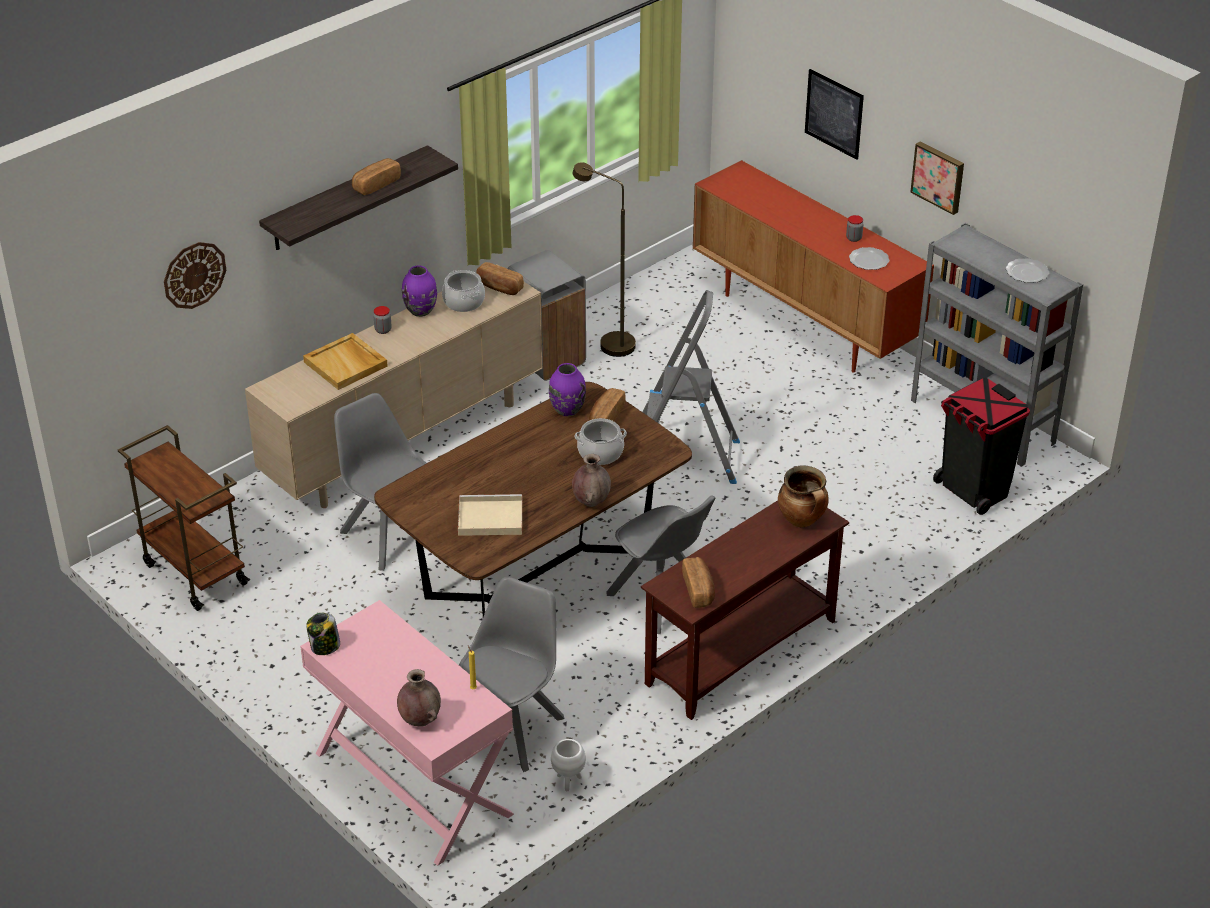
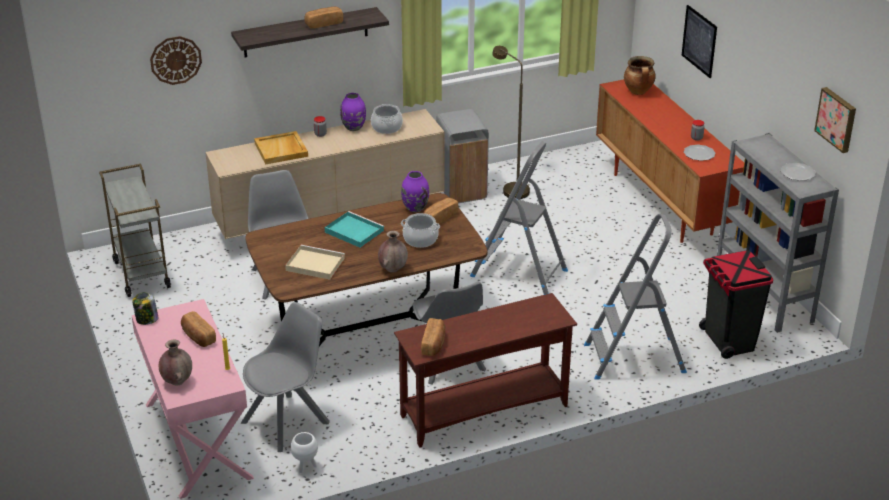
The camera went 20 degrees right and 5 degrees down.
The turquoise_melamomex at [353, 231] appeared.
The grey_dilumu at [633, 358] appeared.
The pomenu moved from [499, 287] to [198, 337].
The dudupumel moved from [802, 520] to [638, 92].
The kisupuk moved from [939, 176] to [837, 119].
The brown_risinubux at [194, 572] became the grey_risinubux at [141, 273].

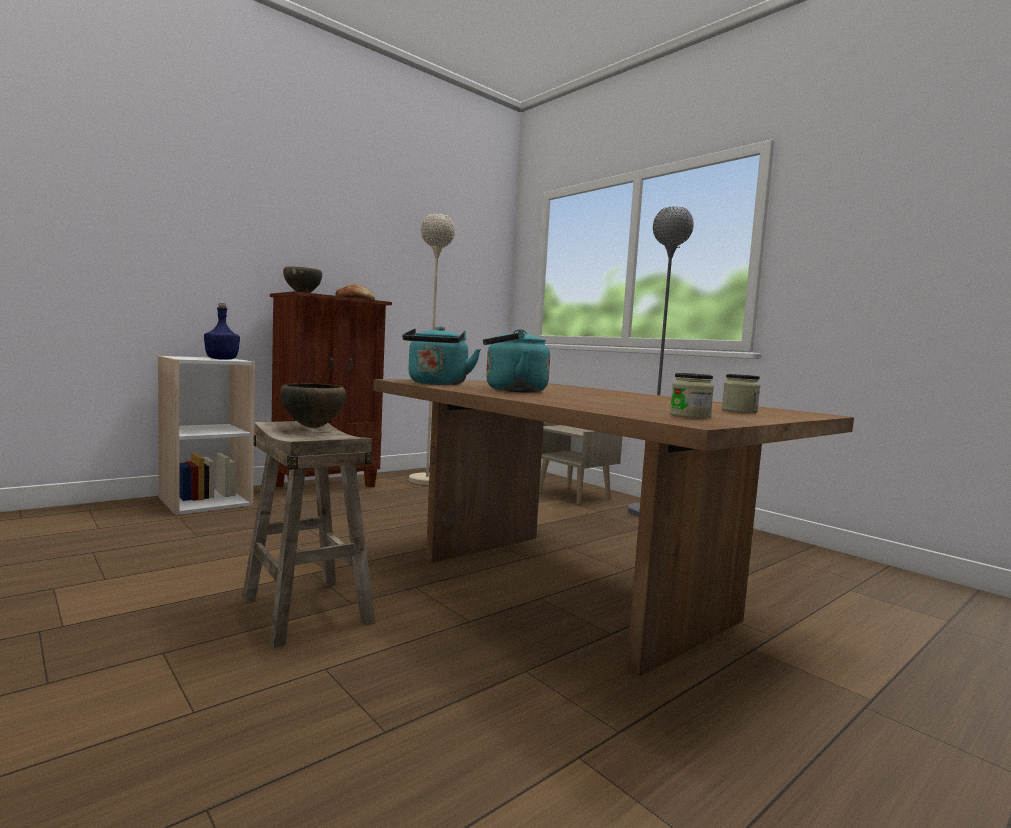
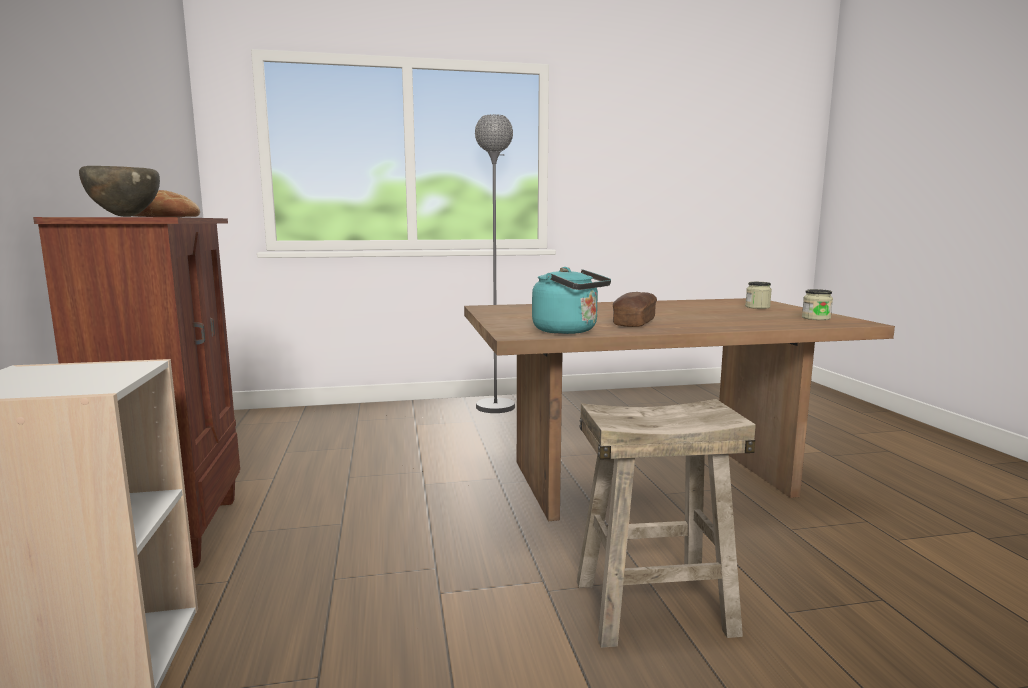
The camera went 60 degrees left and 5 degrees up.
The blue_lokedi at [222, 359] disappeared.
The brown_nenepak at [313, 427] disappeared.
The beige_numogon at [427, 480] disappeared.
The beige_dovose at [574, 495] disappeared.
The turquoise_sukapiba at [511, 391] was replaced by the pomenu at [634, 322].

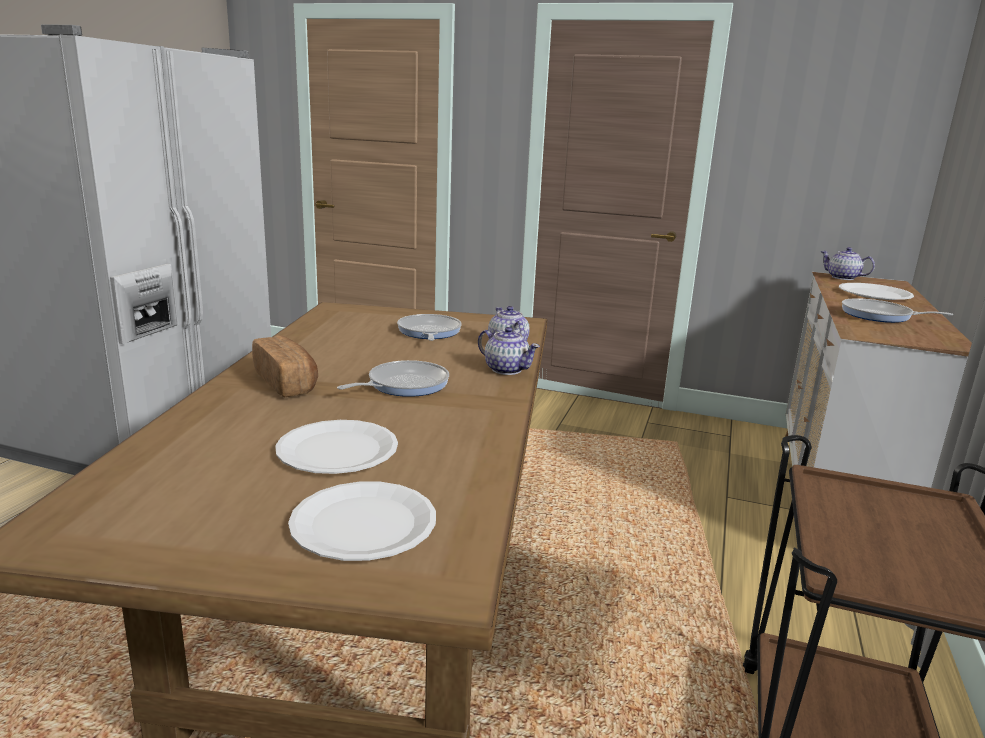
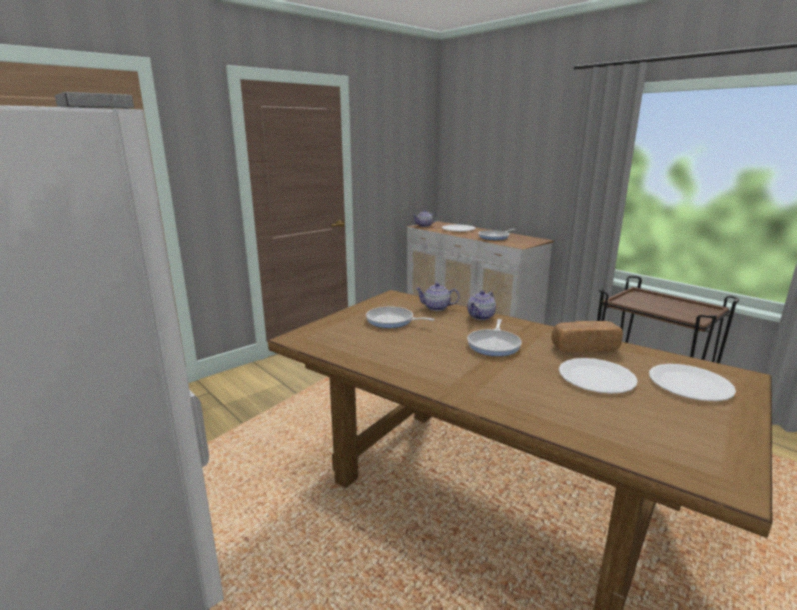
The camera went 60 degrees left and 0 degrees up.
The pomenu moved from [287, 382] to [584, 347].
The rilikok at [404, 385] turned 150 degrees counterclockwise.
The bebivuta at [506, 369] turned 150 degrees clockwise.

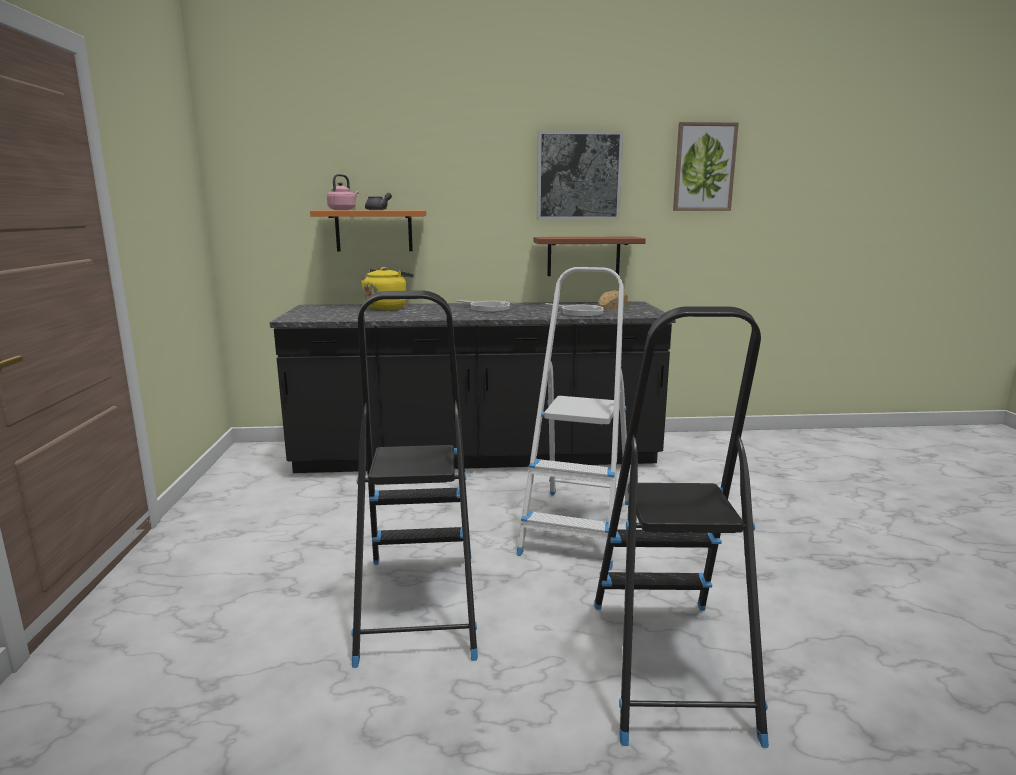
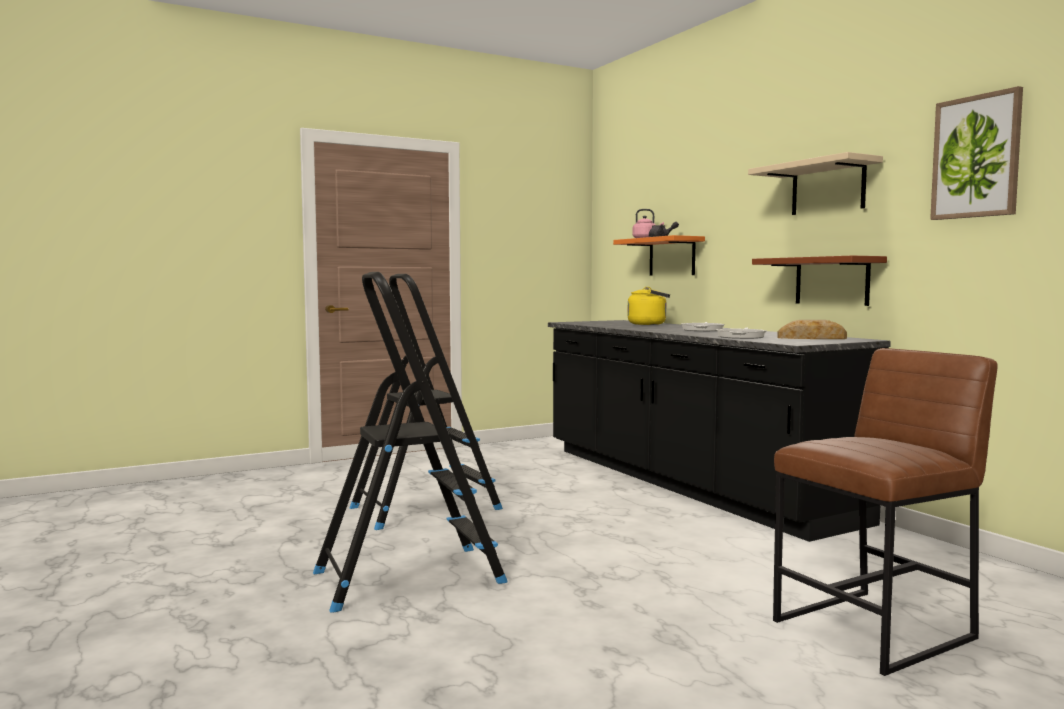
The camera went 65 degrees right and 10 degrees down.
The white_dilumu at [577, 527] disappeared.
The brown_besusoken at [875, 629] appeared.
The kisupuk at [578, 176] was replaced by the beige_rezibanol at [828, 188].

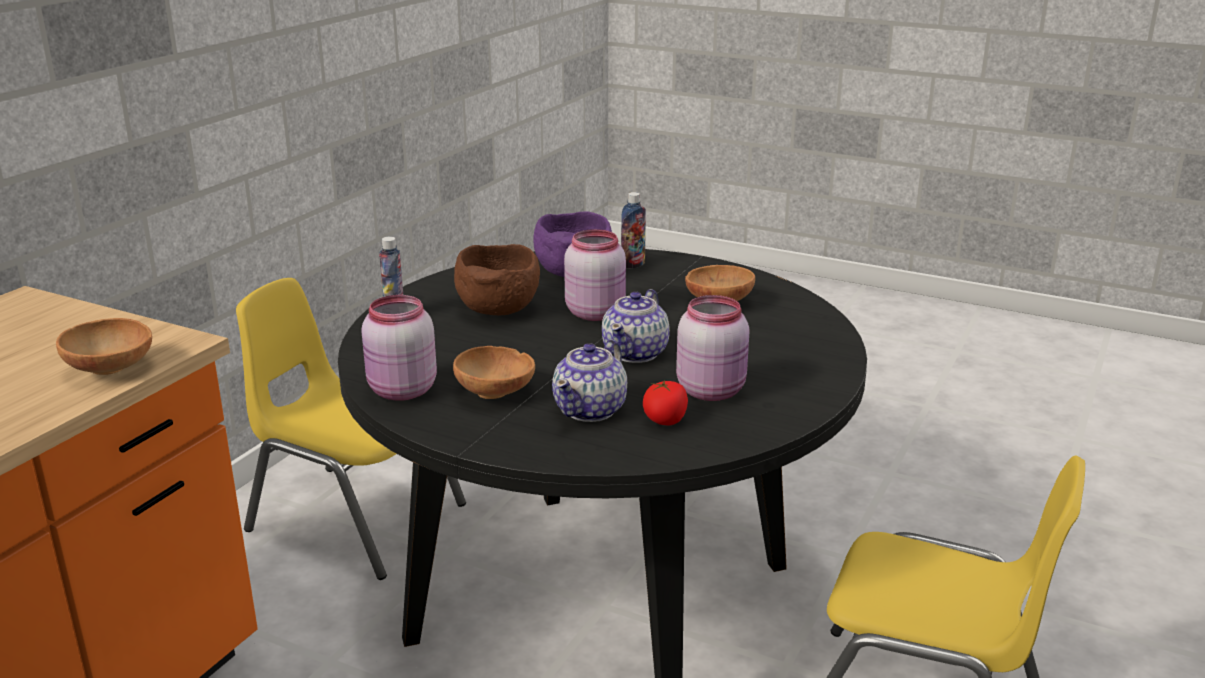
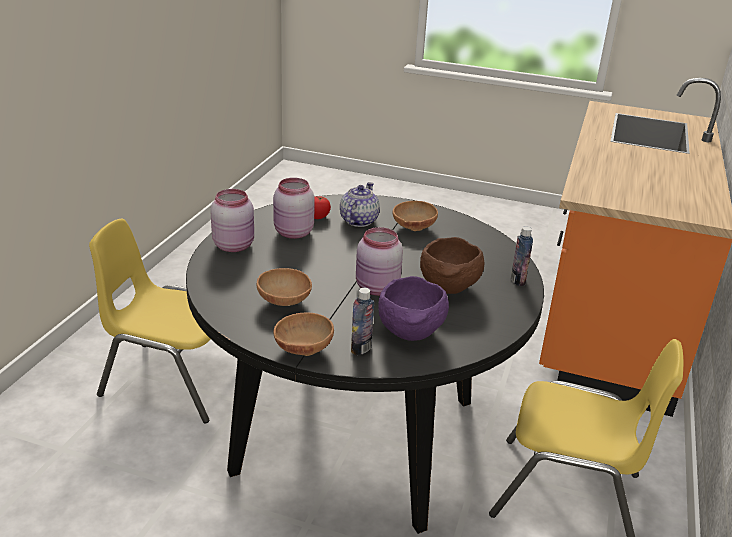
The camera went 170 degrees right and 5 degrees up.
The bebivuta at [636, 353] disappeared.
The brown_nenepak moved from [111, 371] to [302, 349].
The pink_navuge moved from [401, 391] to [234, 245].

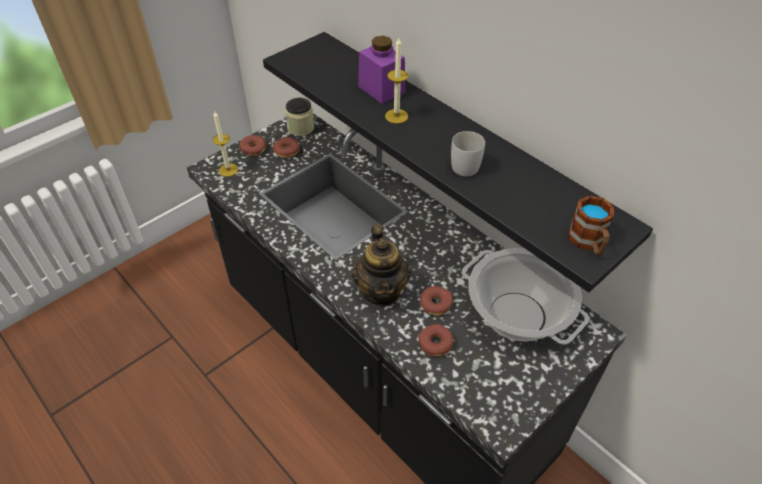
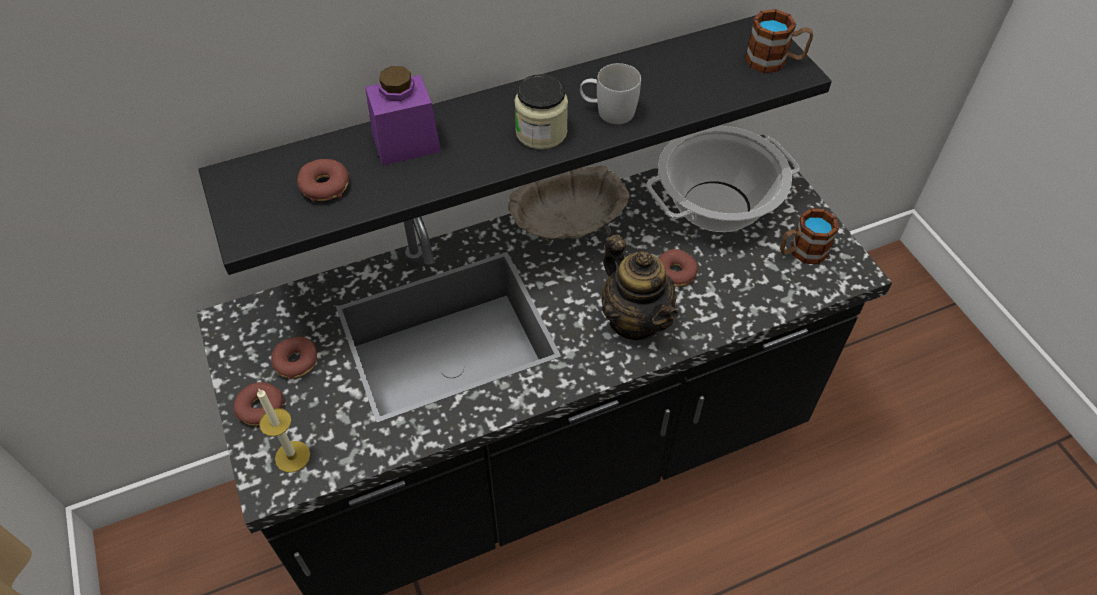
The camera went 70 degrees left and 5 degrees up.
The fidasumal at [396, 116] disappeared.
The beige_nenepak at [567, 229] appeared.
The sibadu at [801, 252] appeared.
The navuge moved from [300, 128] to [541, 132].
The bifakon moved from [435, 343] to [325, 186].
The bebivuta at [382, 291] turned 45 degrees clockwise.

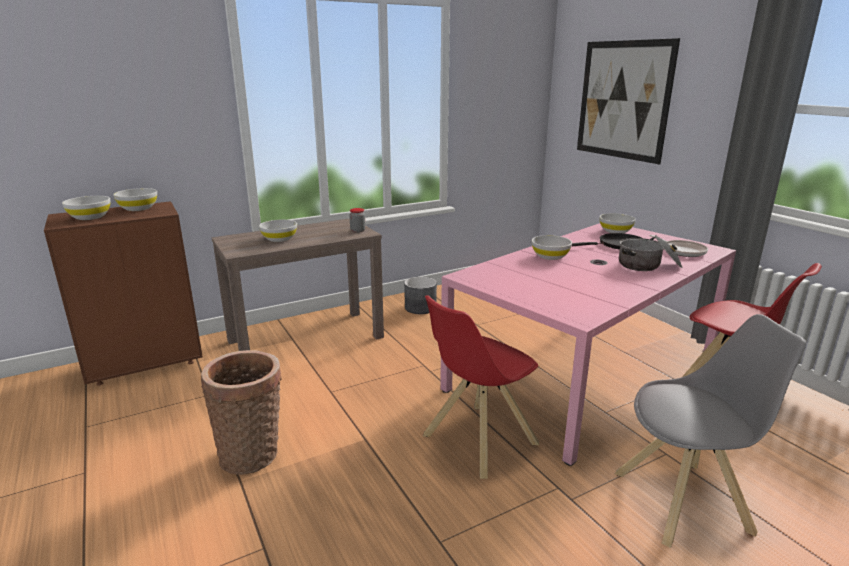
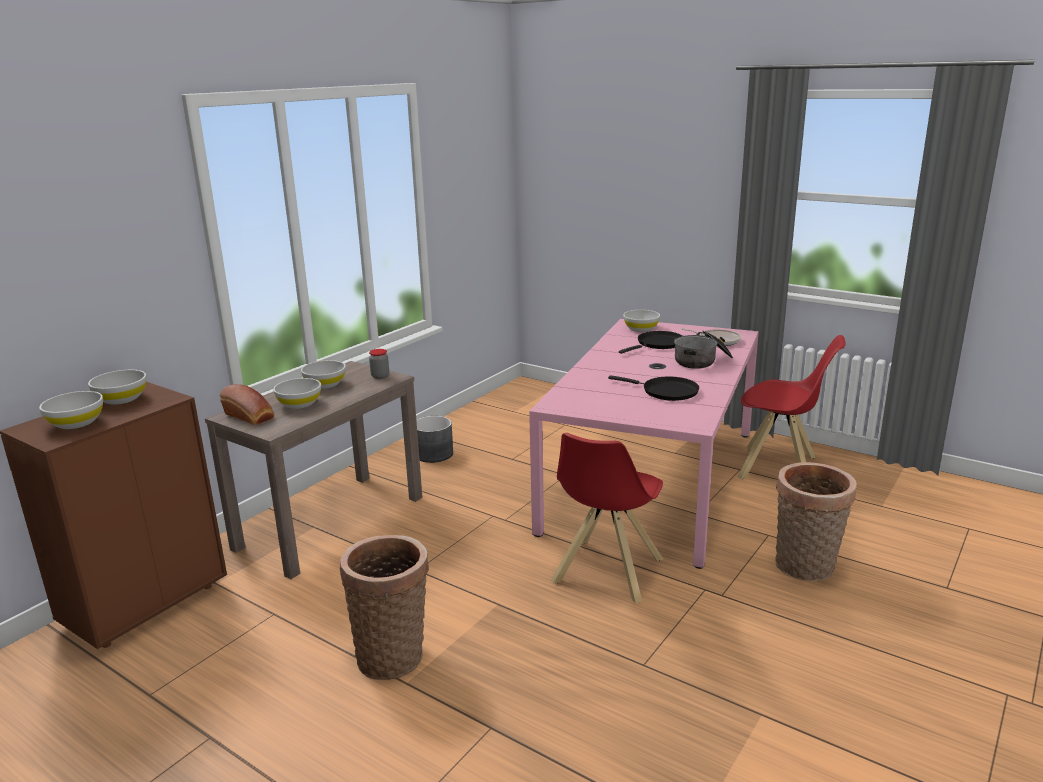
The camera went 25 degrees left and 0 degrees up.
The kisupuk at [623, 100] disappeared.
The pomenu at [250, 417] appeared.
The black_rilikok at [666, 391] appeared.
The white_nenepak moved from [550, 256] to [325, 384].
The grey_besusoken at [685, 501] was replaced by the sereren at [806, 568].

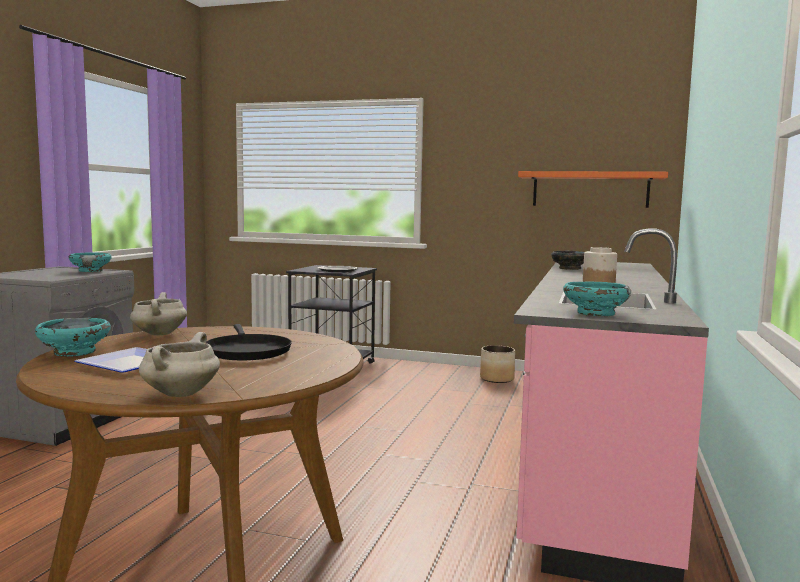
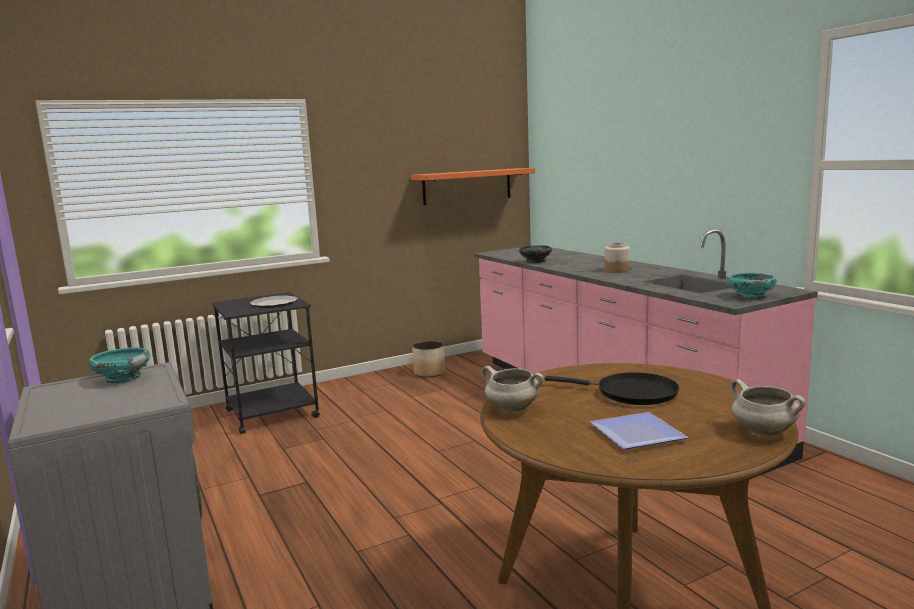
The camera went 45 degrees left and 5 degrees up.
The turquoise_nenepak at [74, 352] disappeared.

